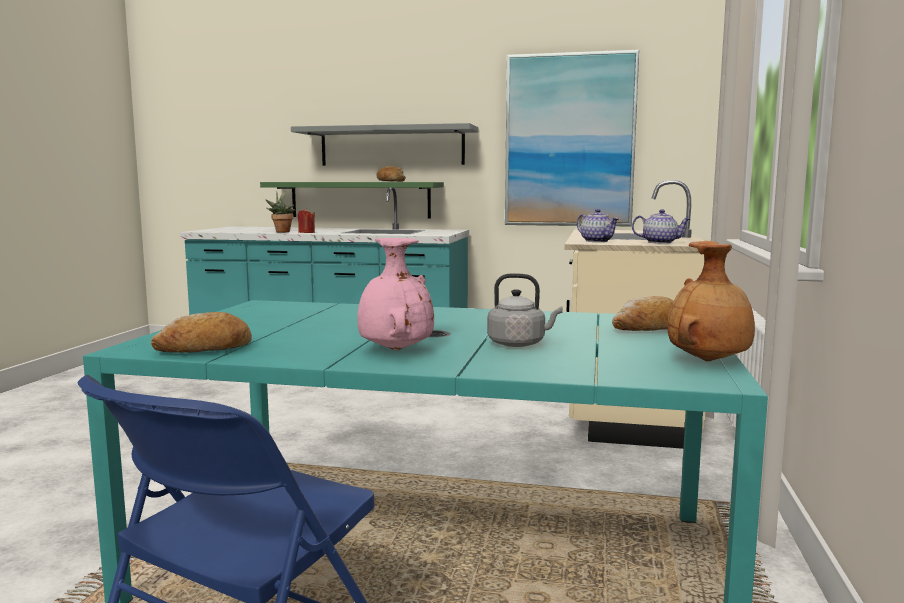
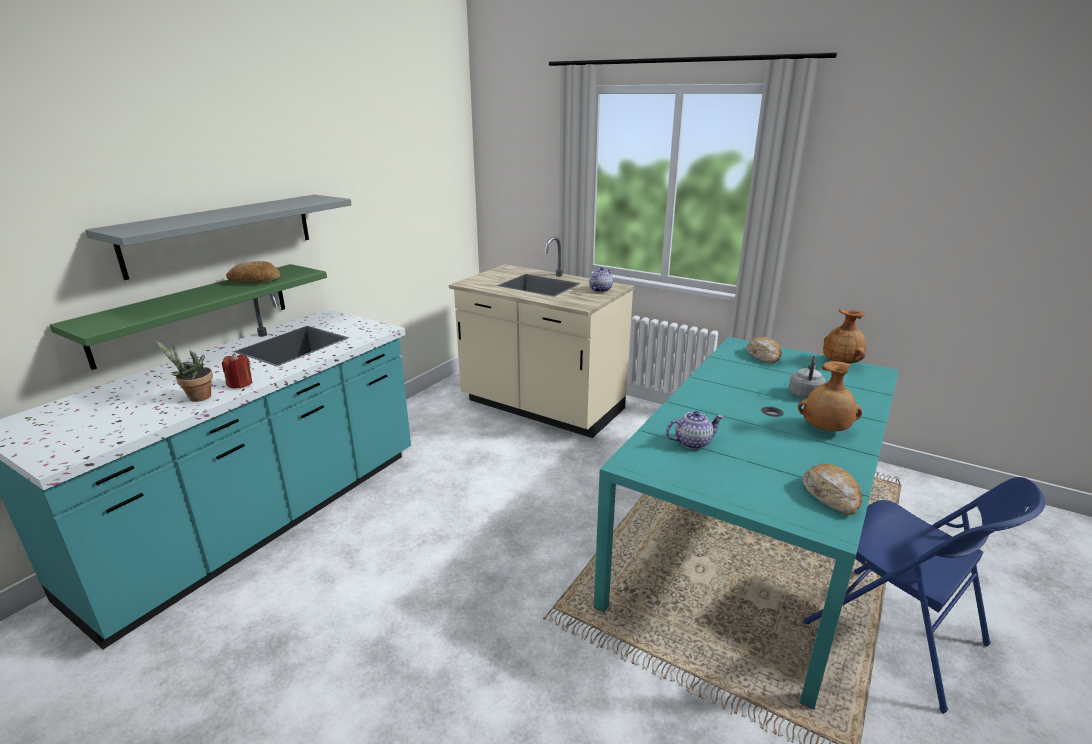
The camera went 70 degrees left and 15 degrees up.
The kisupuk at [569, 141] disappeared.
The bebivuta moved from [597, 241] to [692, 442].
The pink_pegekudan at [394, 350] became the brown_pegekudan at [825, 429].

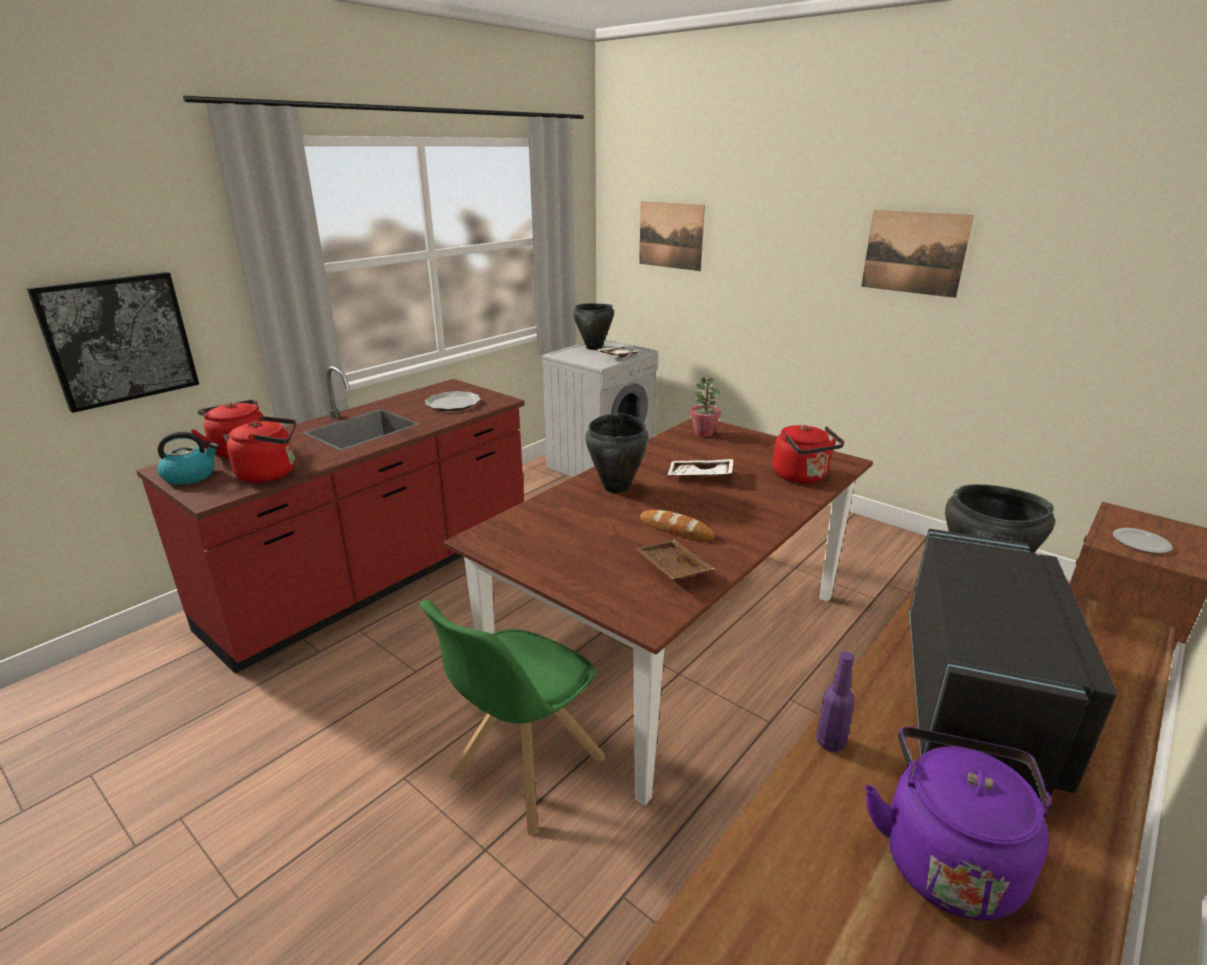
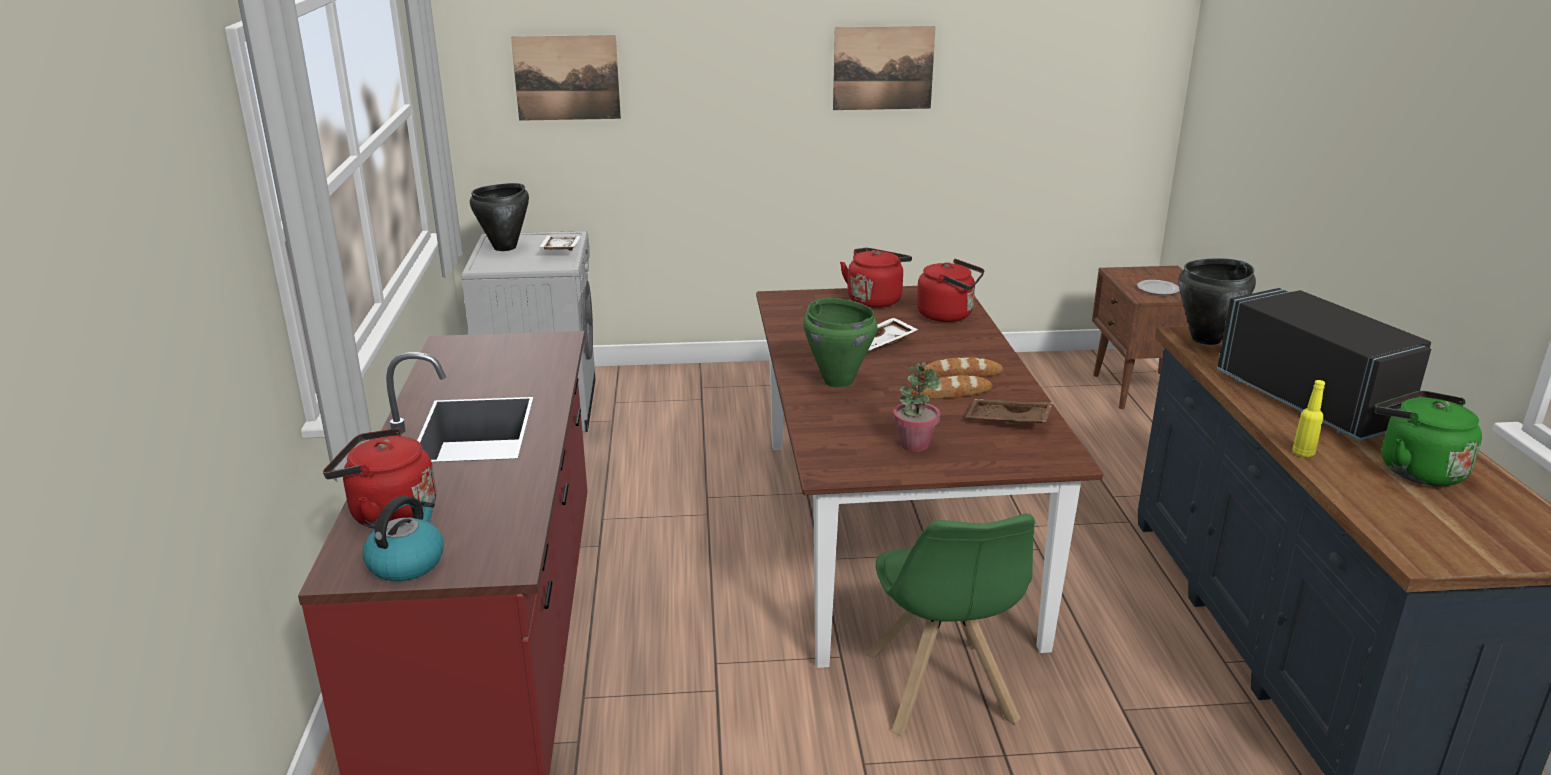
The camera went 45 degrees left and 0 degrees up.
The kisupuk at [119, 339] disappeared.
The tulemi at [453, 403] disappeared.
The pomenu at [962, 374] appeared.
The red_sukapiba moved from [271, 473] to [875, 299].
The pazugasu moved from [703, 433] to [914, 444].
The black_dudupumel at [617, 487] became the green_dudupumel at [838, 381].
The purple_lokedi at [830, 742] became the yellow_lokedi at [1303, 453].
The purple_sukapiba at [947, 858] became the green_sukapiba at [1415, 469].

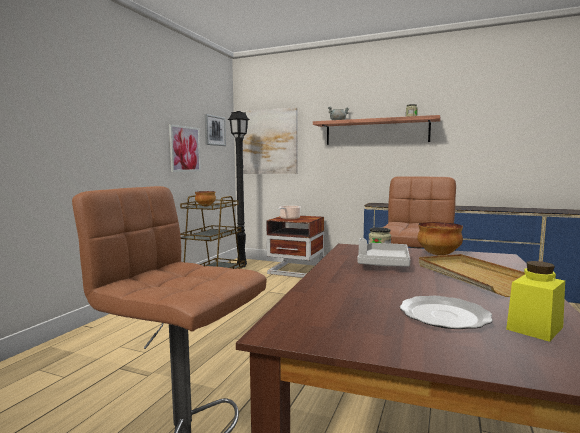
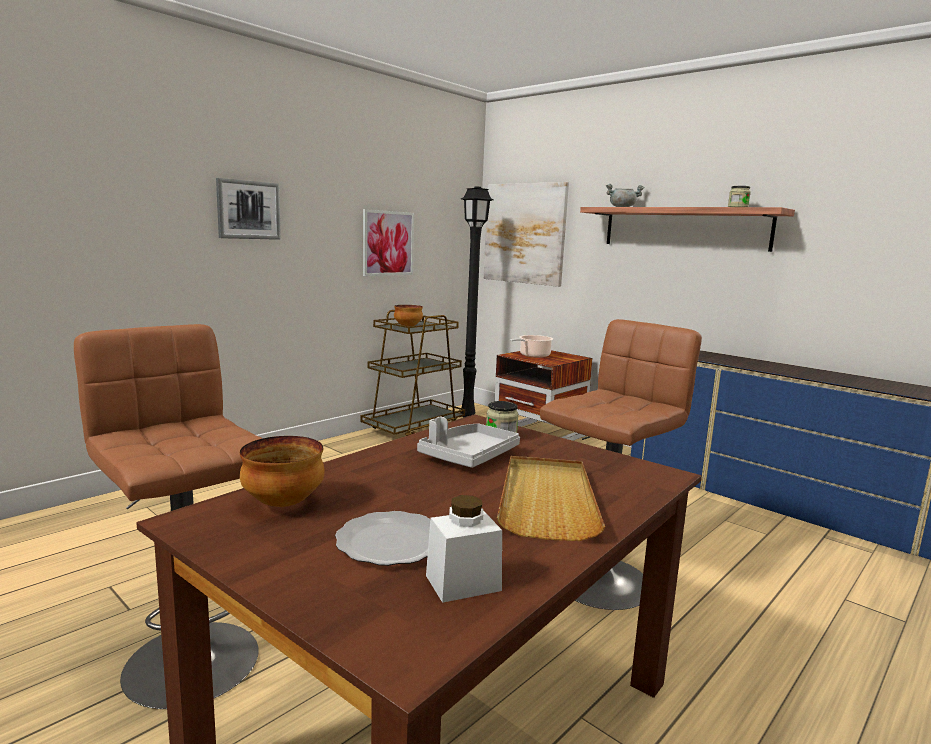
The camera went 20 degrees right and 5 degrees up.
The kisupuk moved from [214, 130] to [248, 210].
The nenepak moved from [439, 255] to [284, 503].
The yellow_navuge at [534, 328] became the white_navuge at [463, 583].

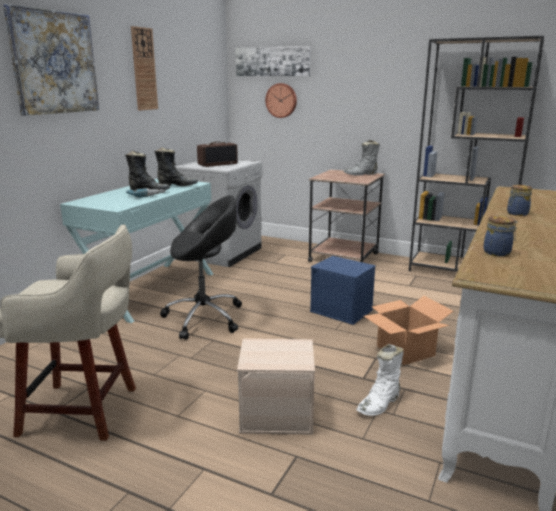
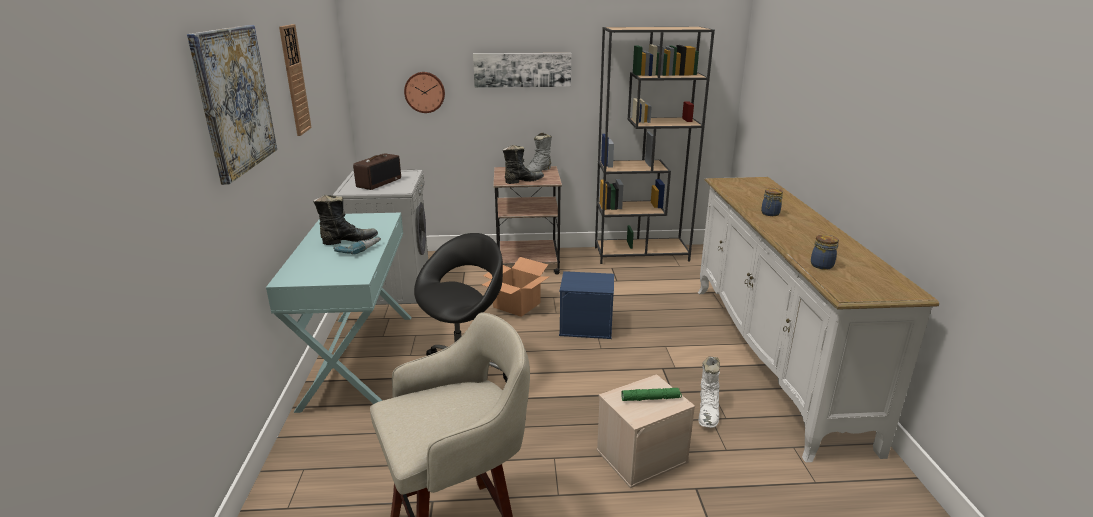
The camera went 30 degrees left and 5 degrees up.
The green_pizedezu at [651, 398] appeared.
The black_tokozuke moved from [177, 185] to [523, 181].
The kisupuk moved from [272, 61] to [522, 69].
The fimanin moved from [406, 351] to [517, 305].

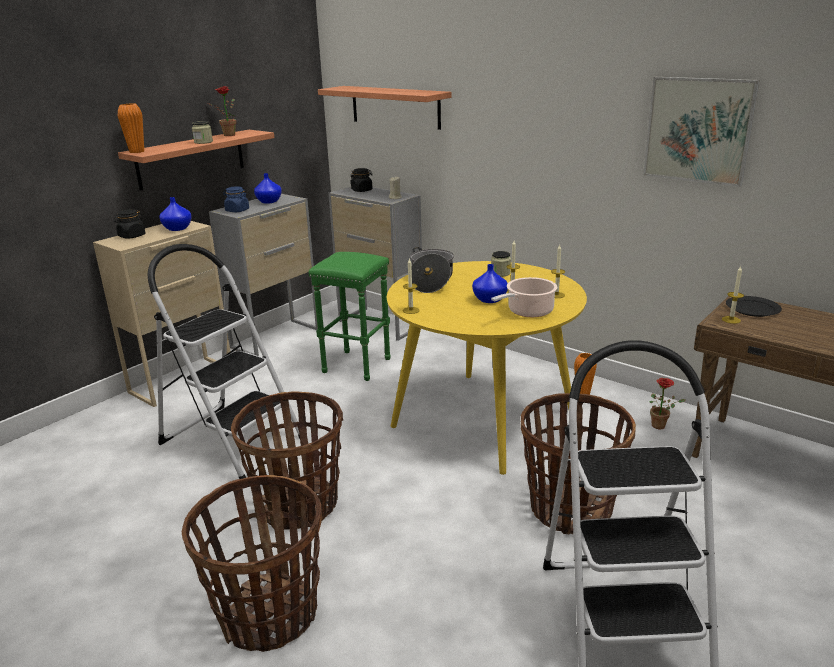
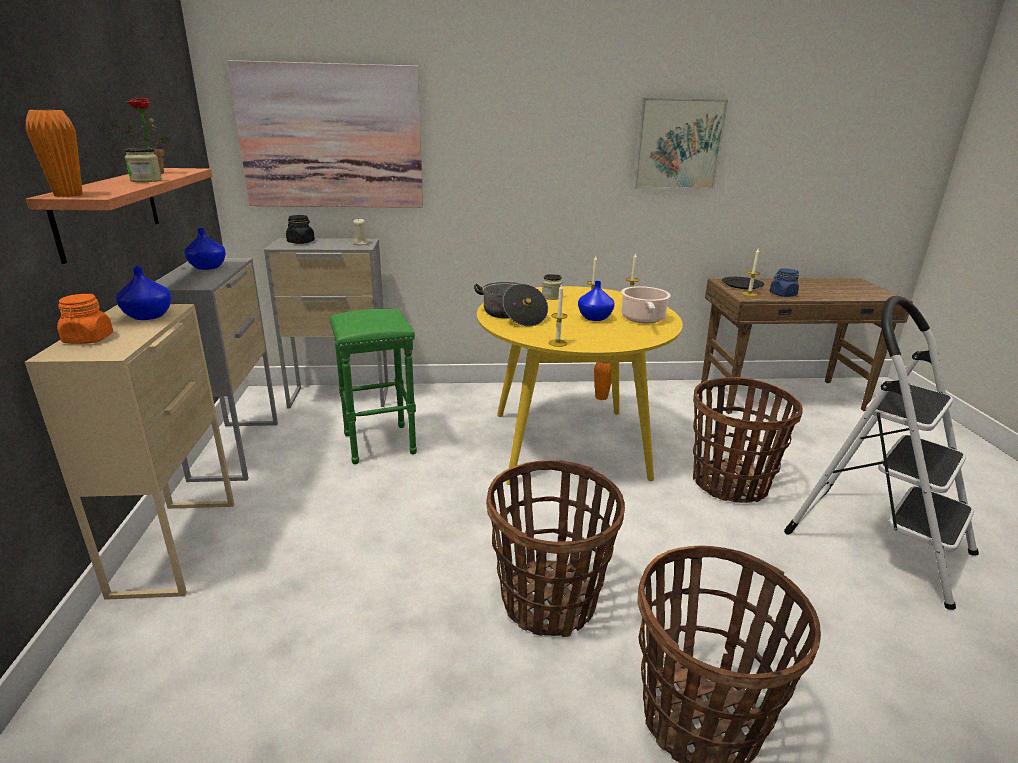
The camera went 45 degrees left and 0 degrees up.
The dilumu at [229, 439] disappeared.
The pazugasu at [661, 426] disappeared.
The blue_navuge moved from [237, 210] to [782, 294].
The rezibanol at [395, 107] was replaced by the kisupuk at [331, 137].
The black_navuge at [131, 236] became the orange_navuge at [88, 339].

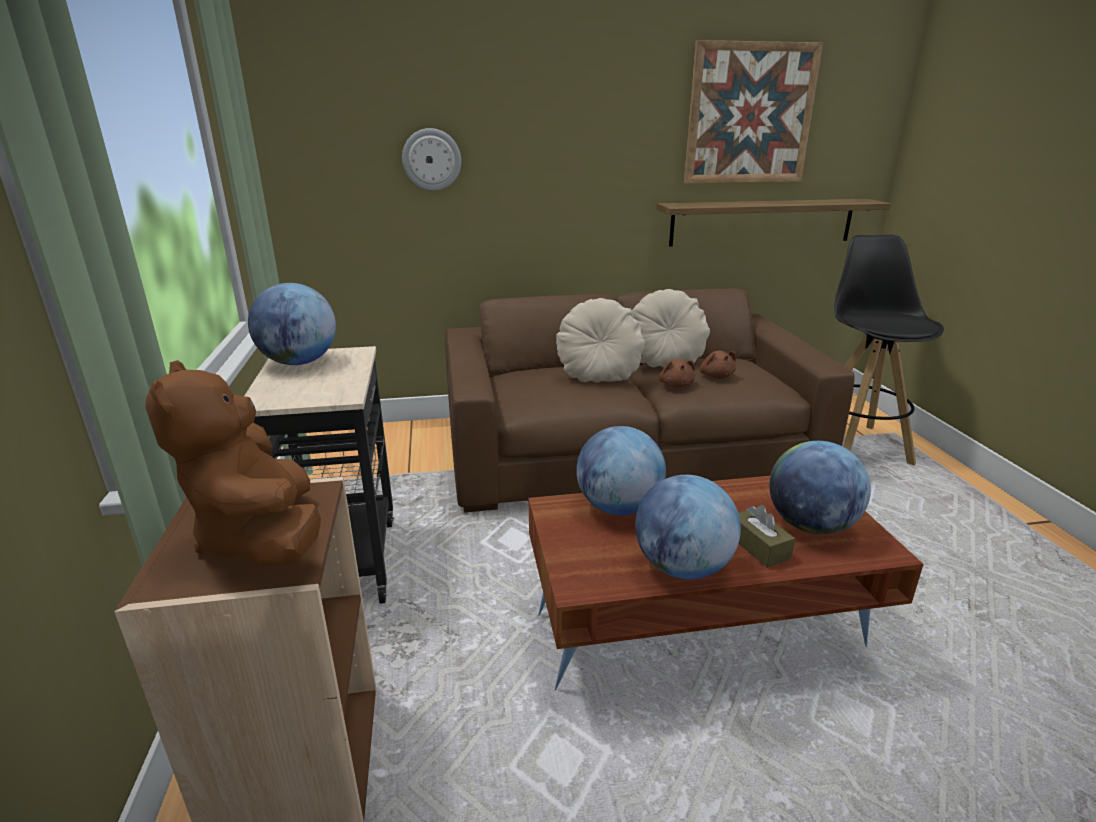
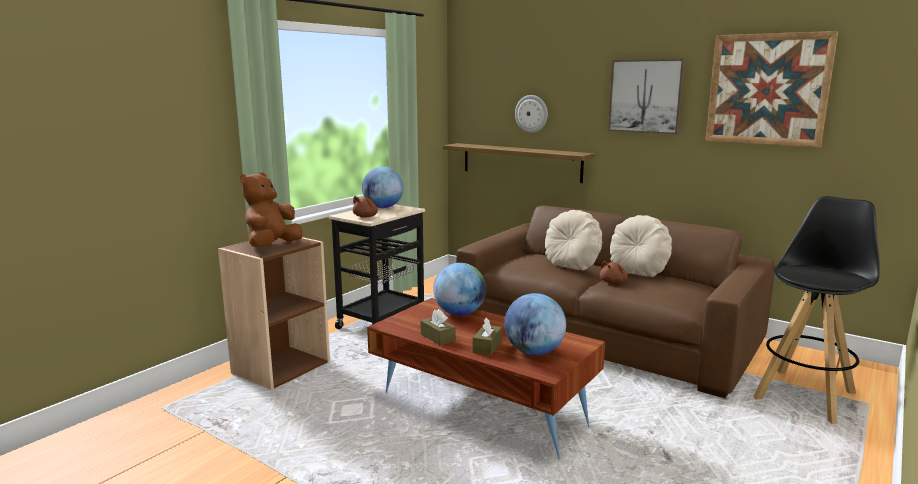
The camera went 45 degrees right and 10 degrees down.
The kisupuk at [645, 96] appeared.
The rezibanol moved from [762, 222] to [521, 162].
The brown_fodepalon moved from [716, 376] to [366, 217].
The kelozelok at [682, 567] was replaced by the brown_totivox at [437, 337].

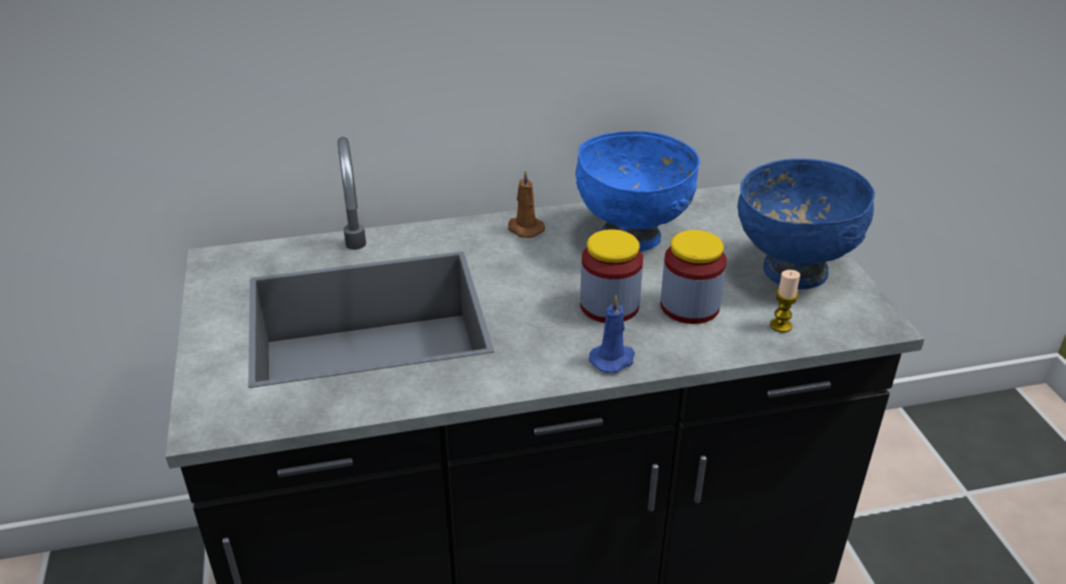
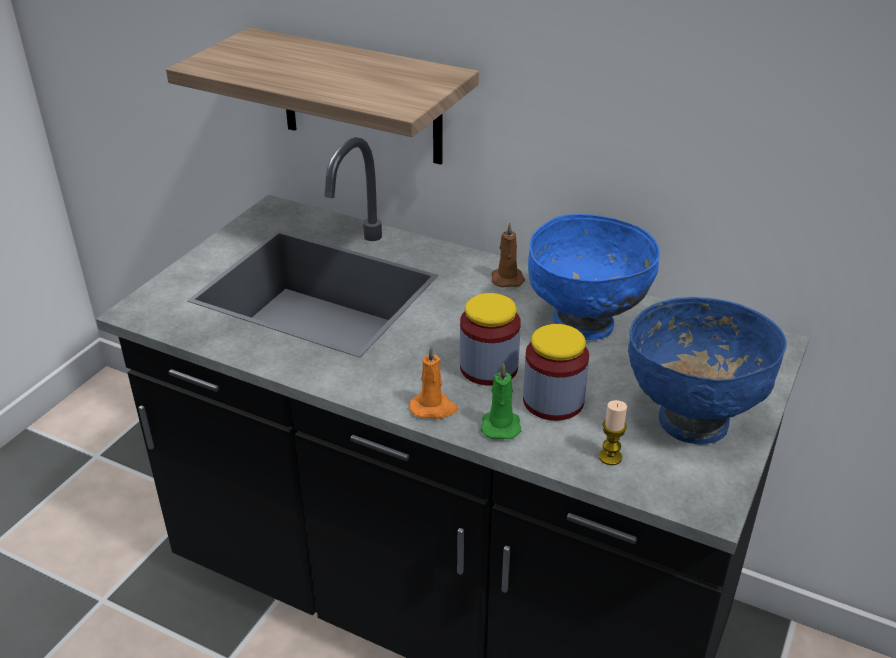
The camera went 40 degrees right and 0 degrees up.
The rezibanol at [361, 97] appeared.
The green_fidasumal at [500, 425] appeared.
The blue_fidasumal at [613, 359] became the orange_fidasumal at [434, 408].

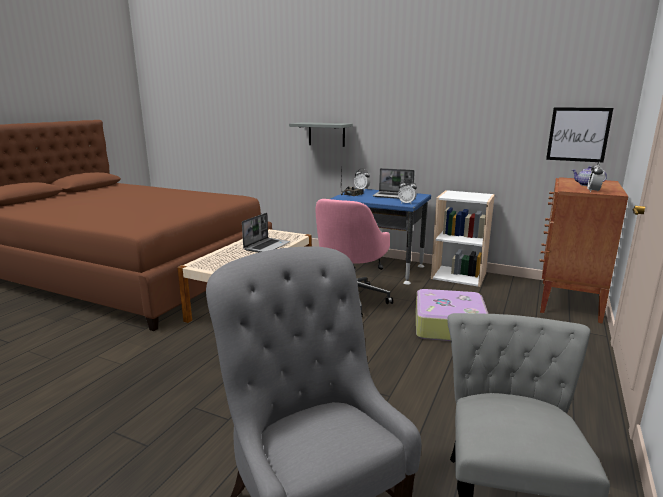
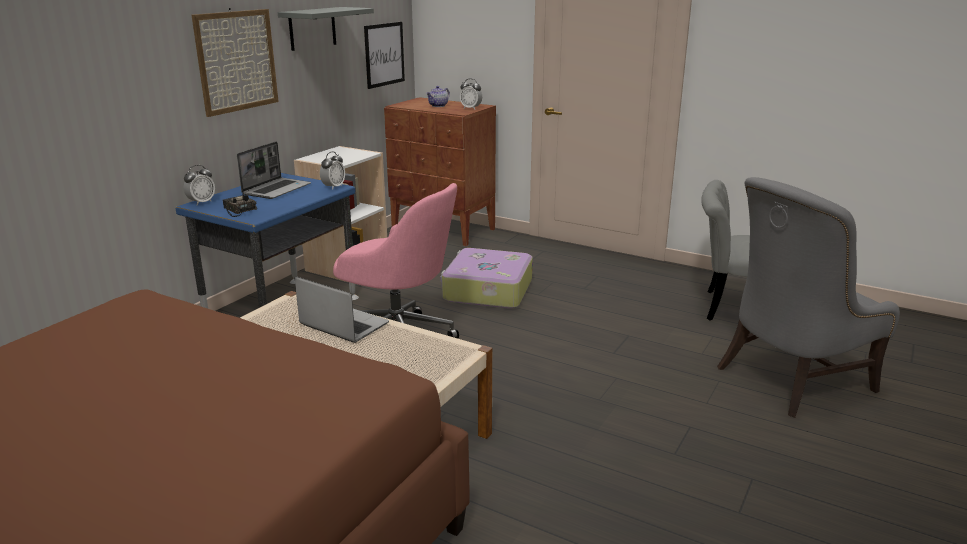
The camera went 85 degrees left and 5 degrees up.
The kisupuk at [236, 59] appeared.
The grey_rezibanol moved from [326, 134] to [312, 28].

